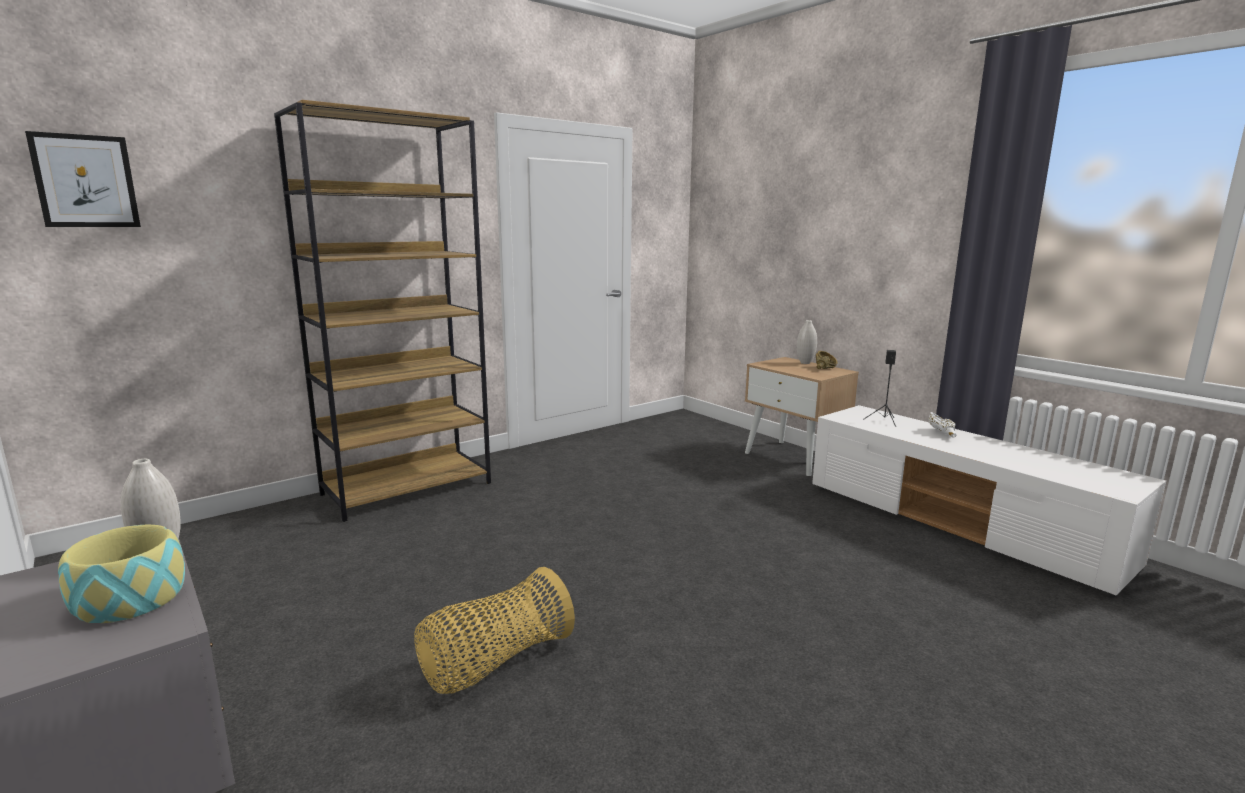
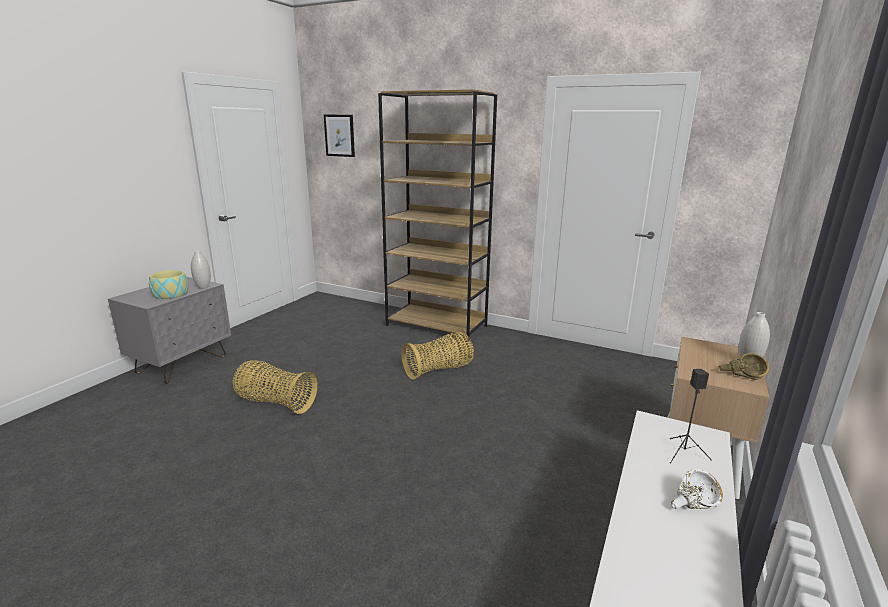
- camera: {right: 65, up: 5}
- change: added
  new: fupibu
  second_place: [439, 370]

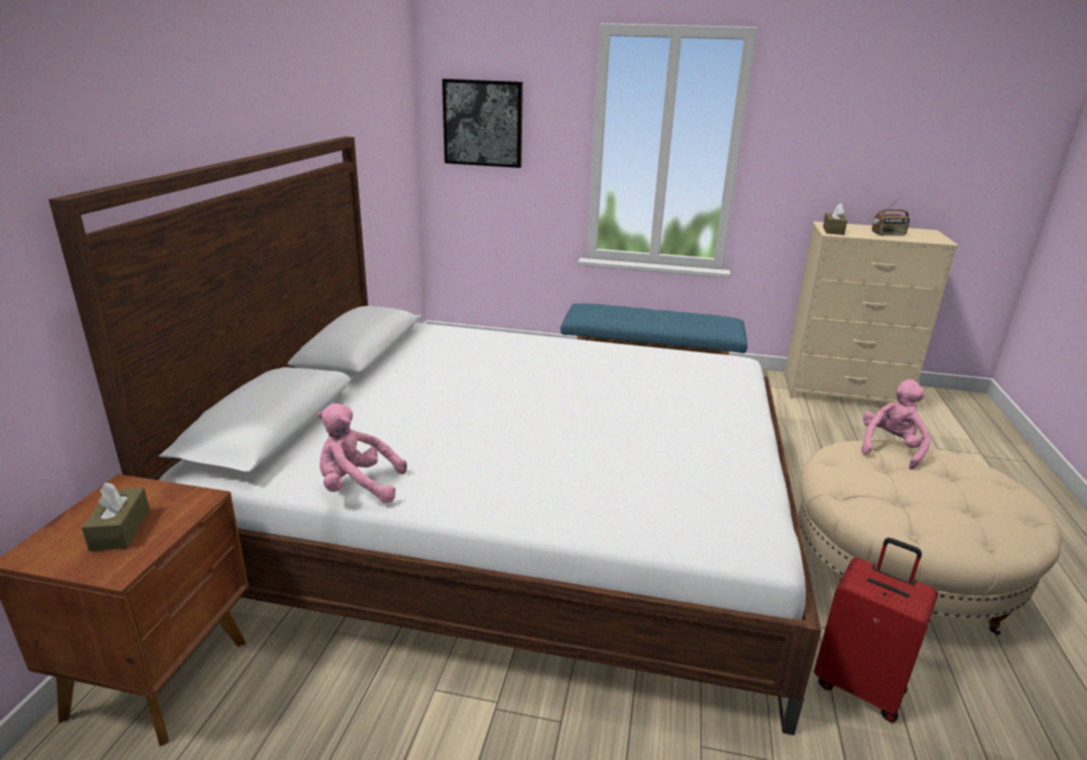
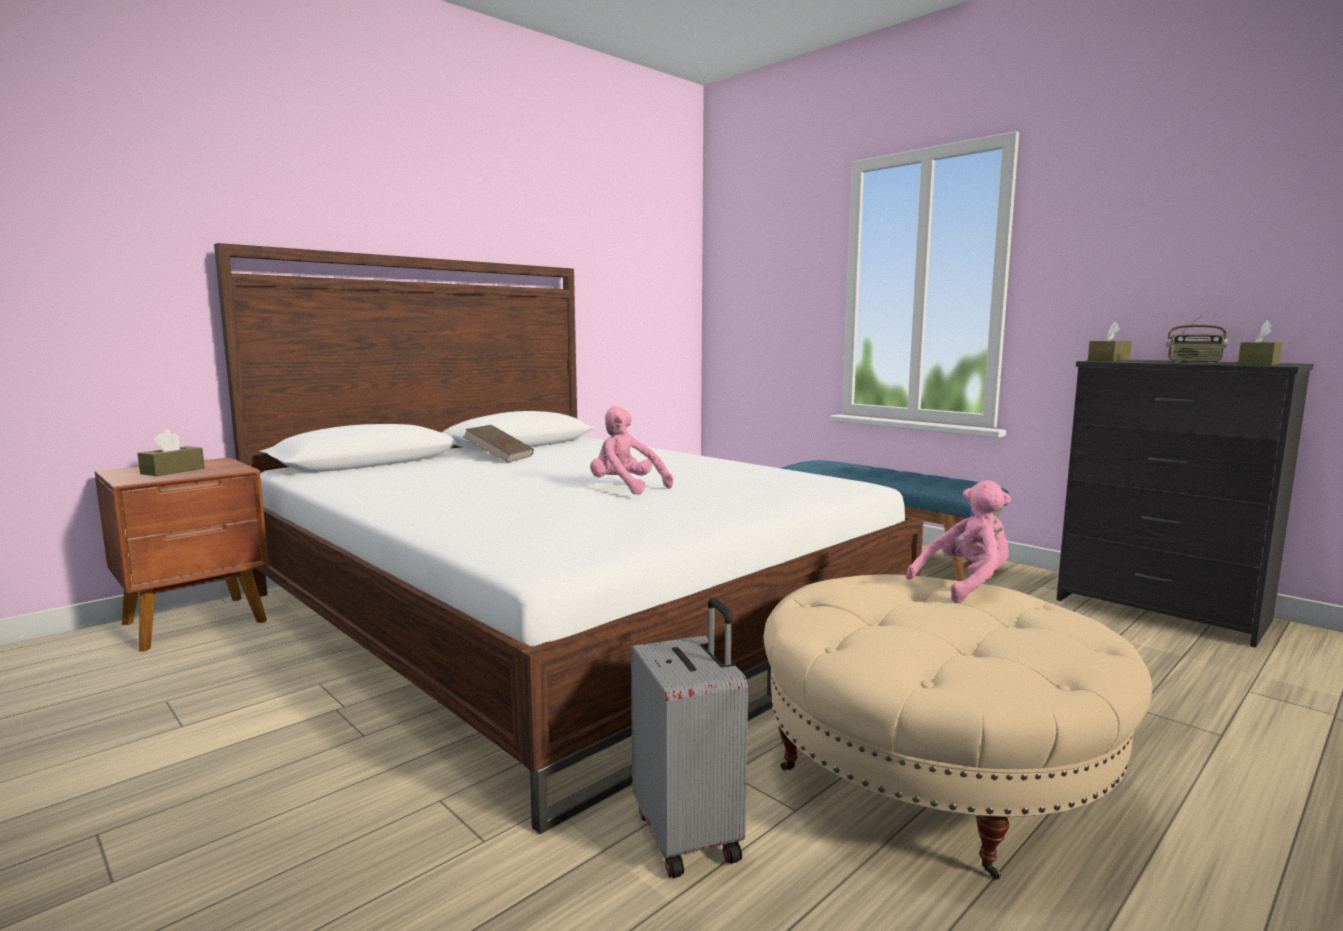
- camera: {right: 35, up: -15}
- change: removed
  old: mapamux
  first_place: [483, 123]
- change: recoloured
  old: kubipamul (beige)
  new: kubipamul (black)
  first_place: [845, 392]
  second_place: [1162, 611]
- change: moved
  old: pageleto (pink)
  first_place: [357, 487]
  second_place: [626, 488]
- change: recoloured
  old: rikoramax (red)
  new: rikoramax (grey)
  first_place: [859, 685]
  second_place: [690, 835]
- change: added
  new: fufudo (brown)
  second_place: [1258, 364]
- change: added
  new: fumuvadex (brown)
  second_place: [500, 458]

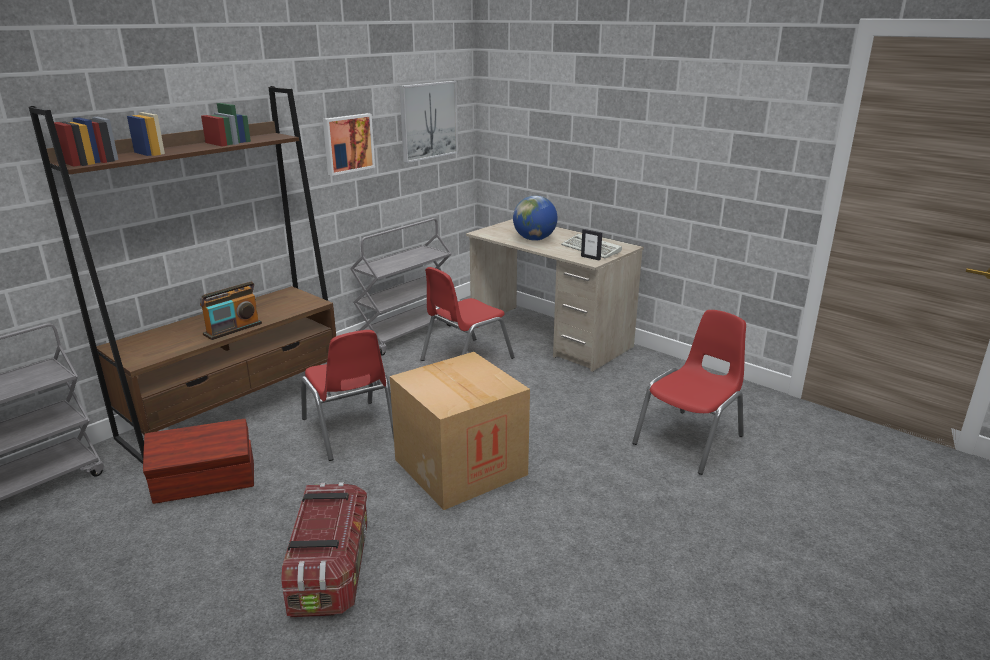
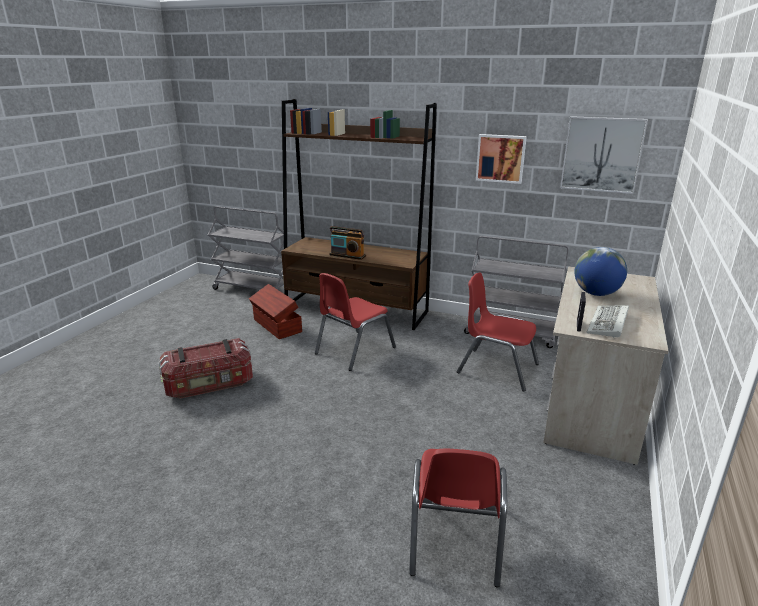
- camera: {right: 70, up: 0}
- change: turned
  old: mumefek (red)
  first_place: [690, 440]
  second_place: [454, 537]
  degrees: 75
- change: removed
  old: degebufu
  first_place: [460, 467]

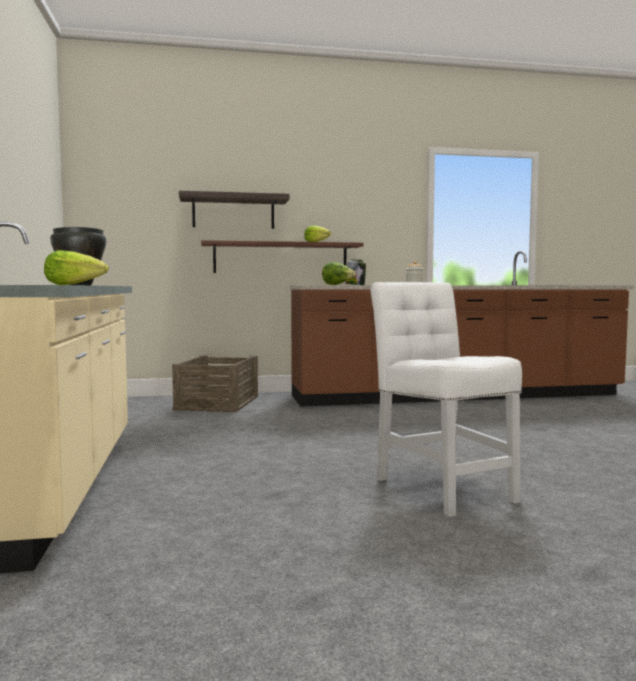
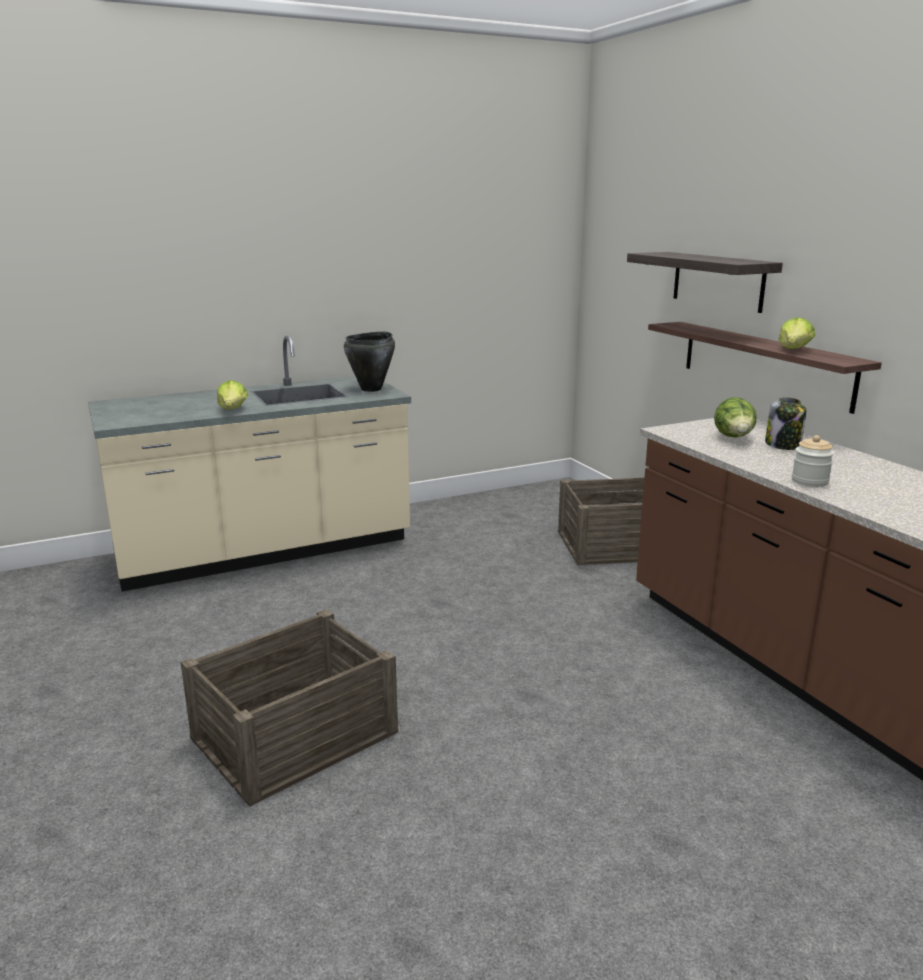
- camera: {right: 75, up: 15}
- change: replaced
  old: mumefek (white)
  new: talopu
  first_place: [440, 487]
  second_place: [296, 735]

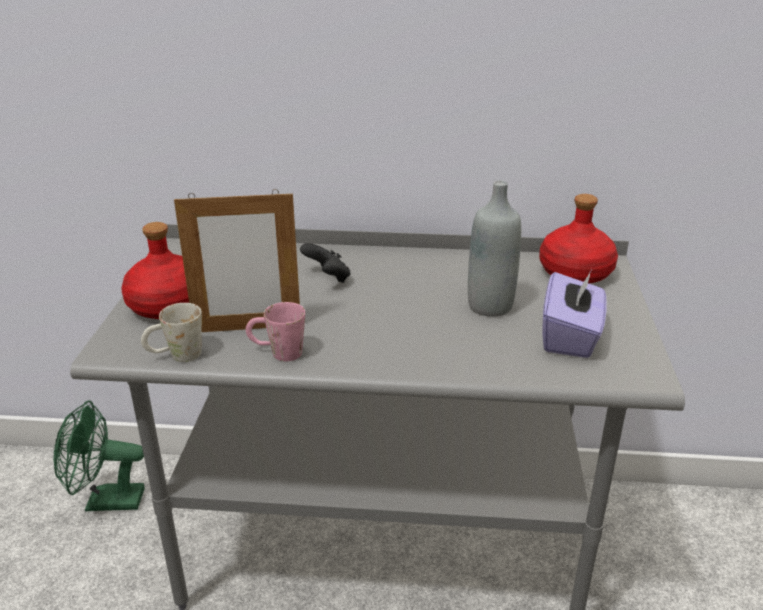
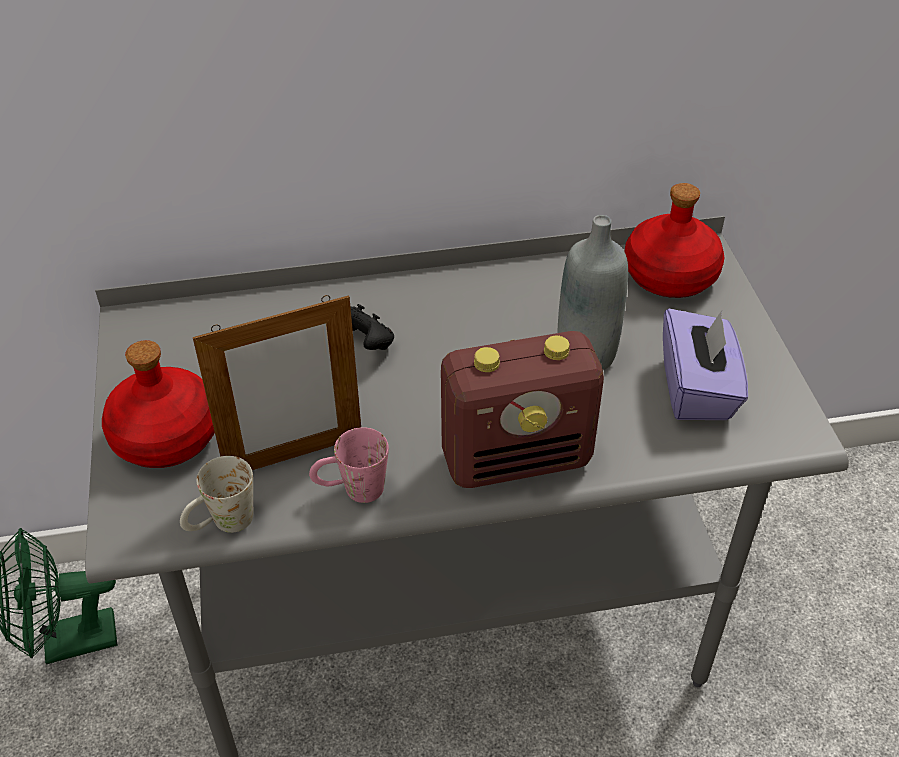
- camera: {right: -15, up: 15}
- change: added
  new: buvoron
  second_place: [517, 458]

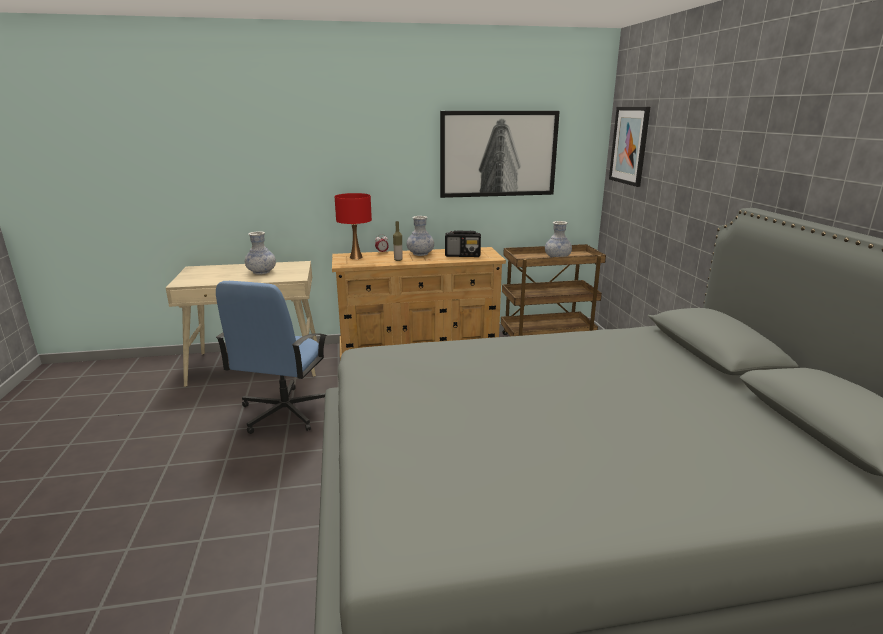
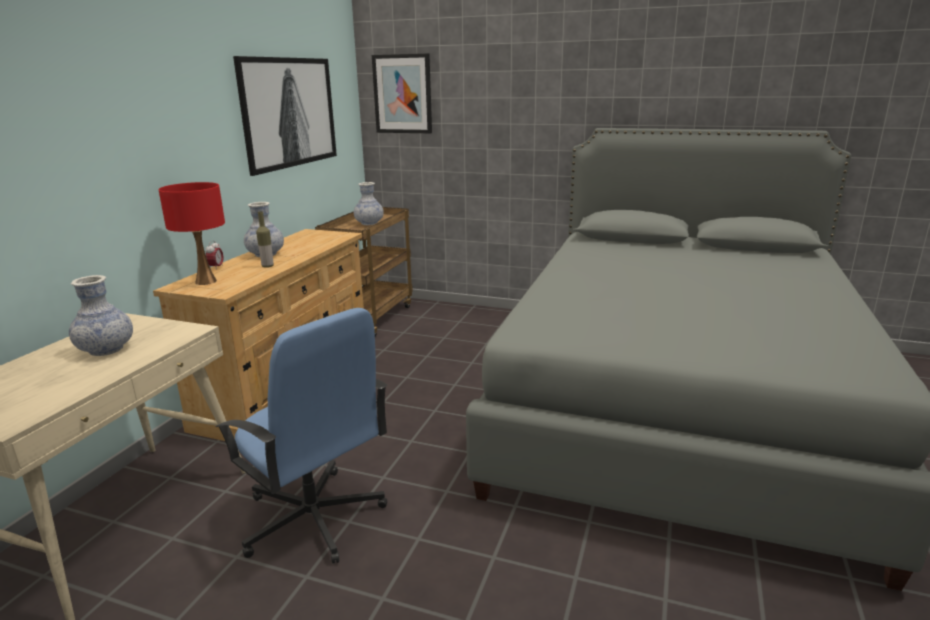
- camera: {right: -60, up: 0}
- change: removed
  old: buvoron
  first_place: [463, 255]

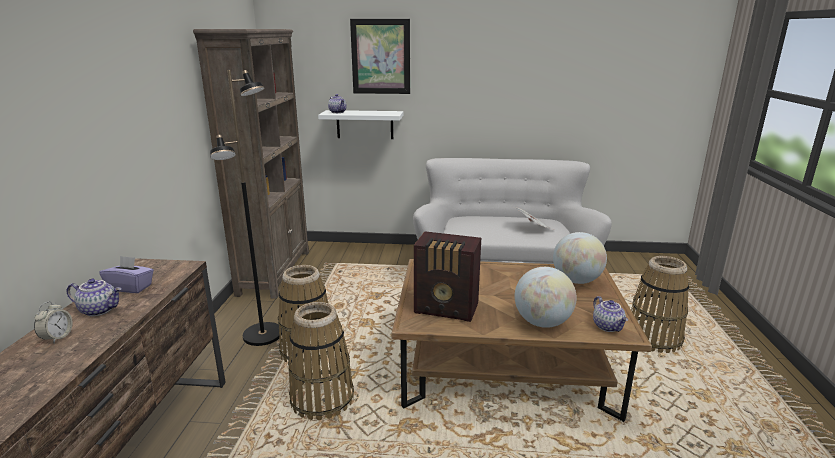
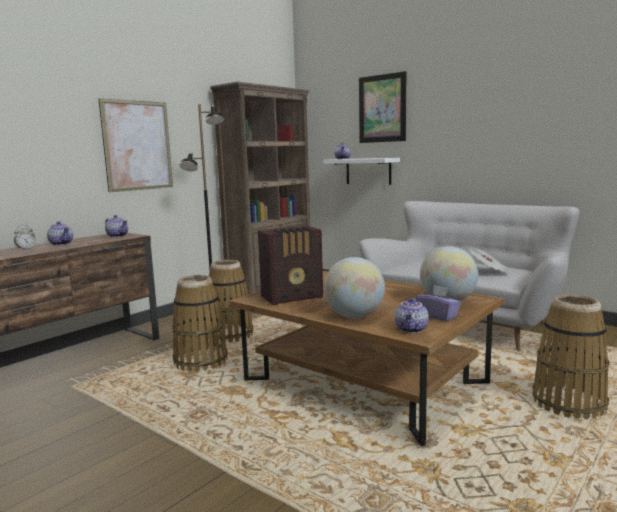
- camera: {right: 35, up: -10}
- change: turned
  old: buvoron
  first_place: [447, 309]
  second_place: [293, 297]
  degrees: -75
- change: moved
  old: fufudo (purple)
  first_place: [131, 287]
  second_place: [438, 316]
- change: added
  new: mapamux
  second_place: [137, 145]
- change: added
  new: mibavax
  second_place: [118, 236]

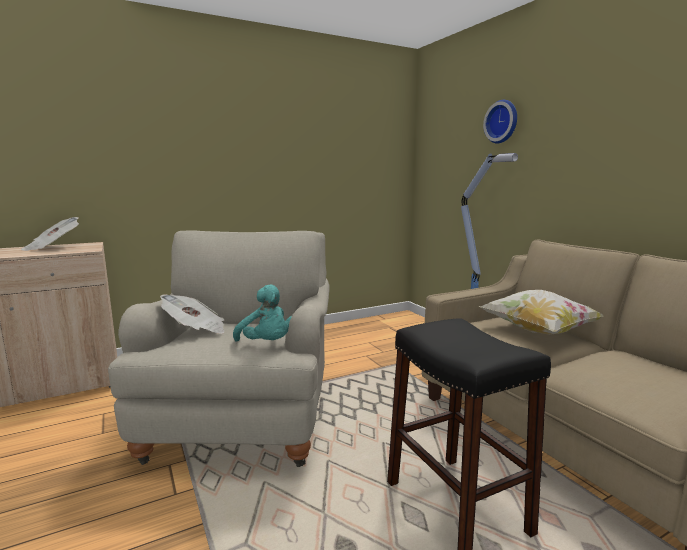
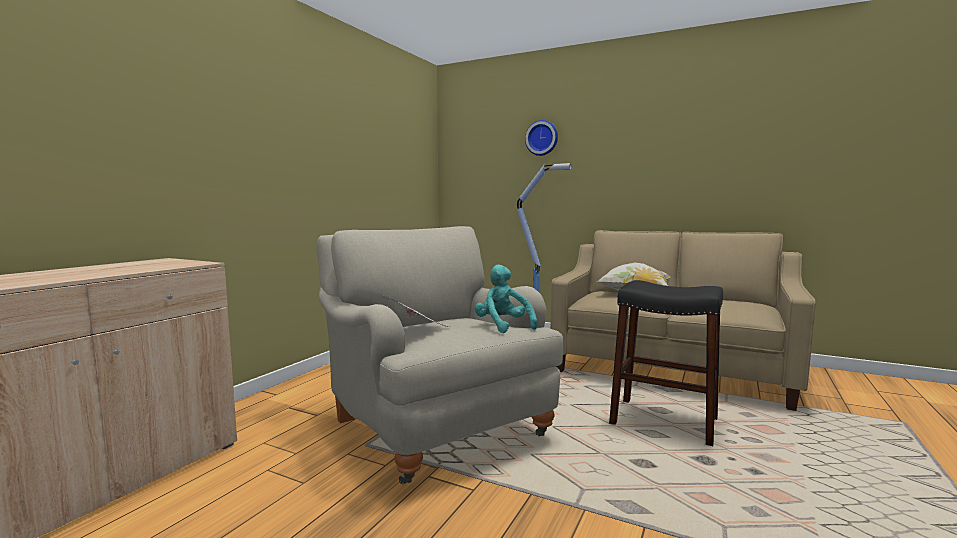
- camera: {right: -35, up: -5}
- change: removed
  old: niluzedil
  first_place: [53, 247]
- change: turned
  old: pageleto (turquoise)
  first_place: [267, 344]
  second_place: [503, 326]
  degrees: -135

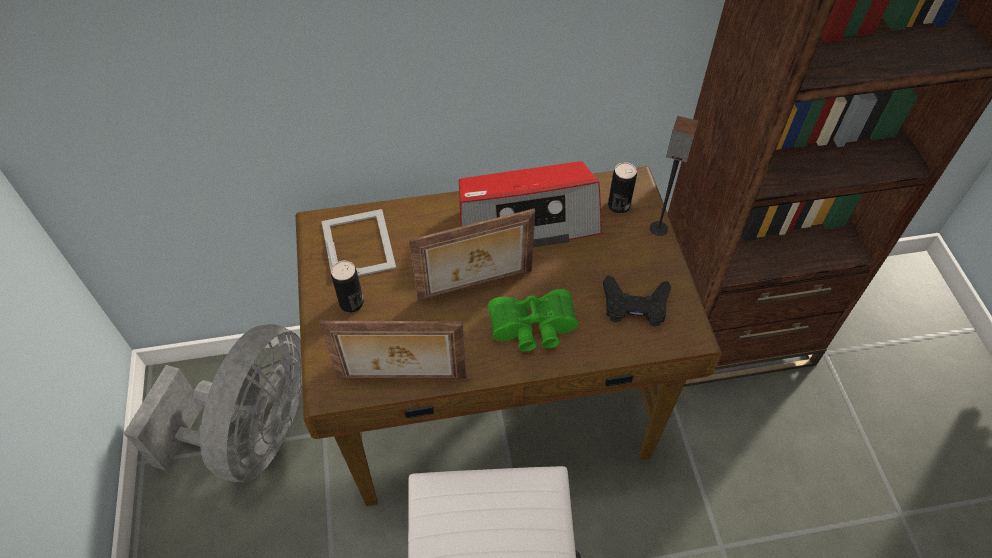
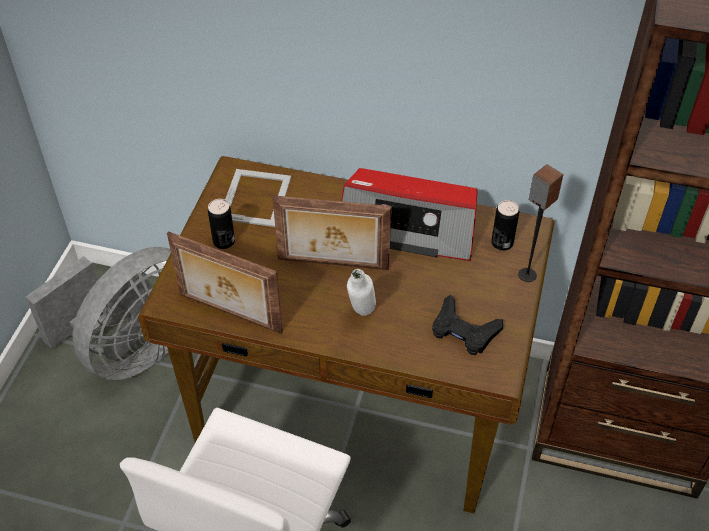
- camera: {right: 25, up: -5}
- change: replaced
  old: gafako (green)
  new: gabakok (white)
  first_place: [533, 329]
  second_place: [361, 317]

